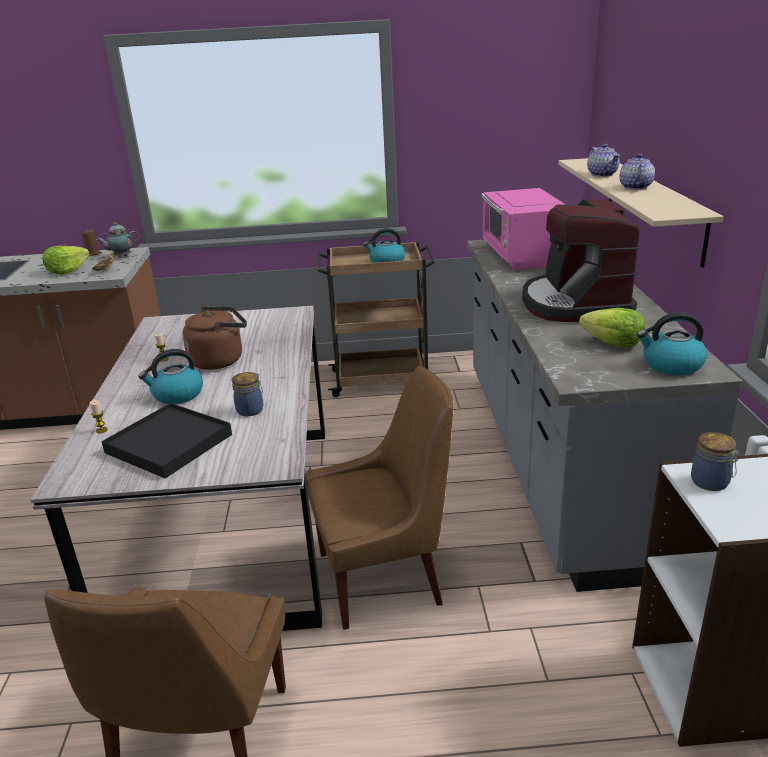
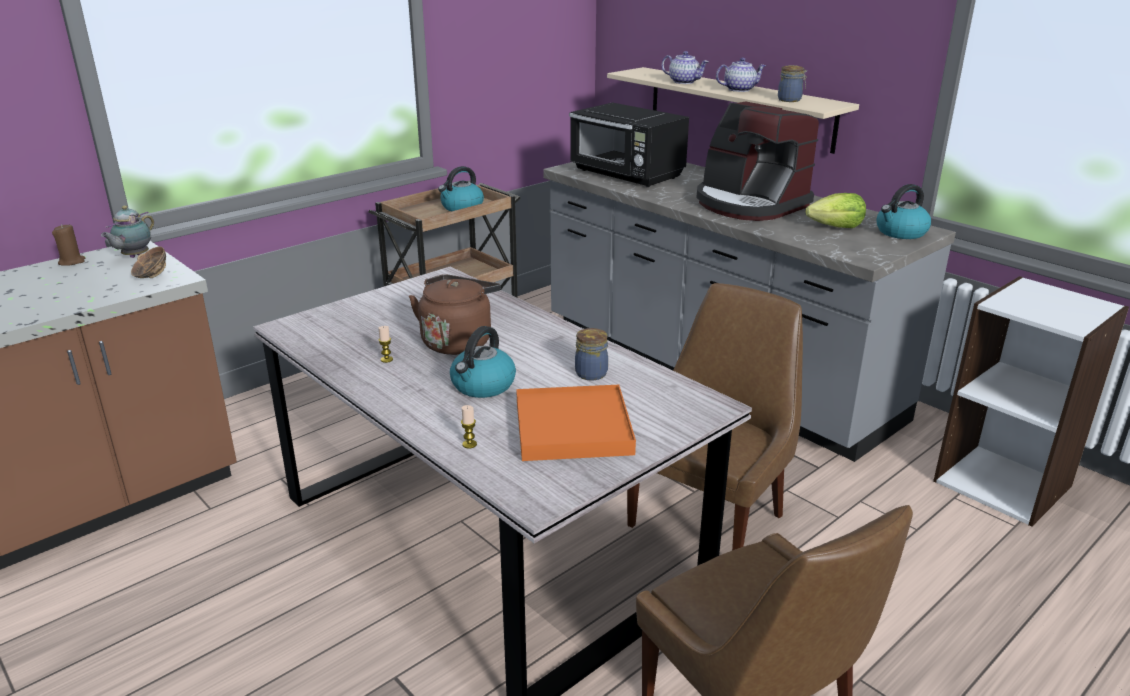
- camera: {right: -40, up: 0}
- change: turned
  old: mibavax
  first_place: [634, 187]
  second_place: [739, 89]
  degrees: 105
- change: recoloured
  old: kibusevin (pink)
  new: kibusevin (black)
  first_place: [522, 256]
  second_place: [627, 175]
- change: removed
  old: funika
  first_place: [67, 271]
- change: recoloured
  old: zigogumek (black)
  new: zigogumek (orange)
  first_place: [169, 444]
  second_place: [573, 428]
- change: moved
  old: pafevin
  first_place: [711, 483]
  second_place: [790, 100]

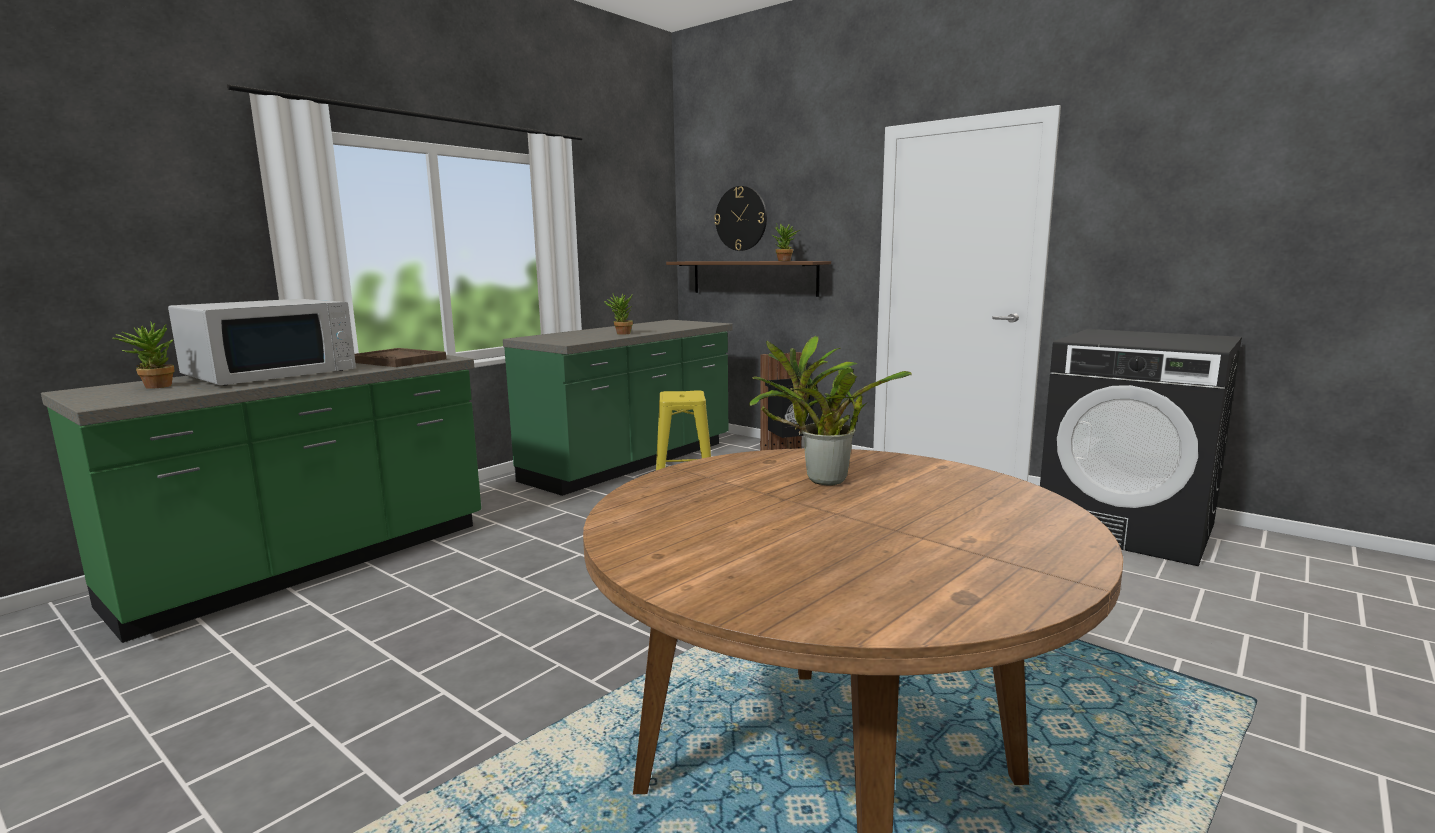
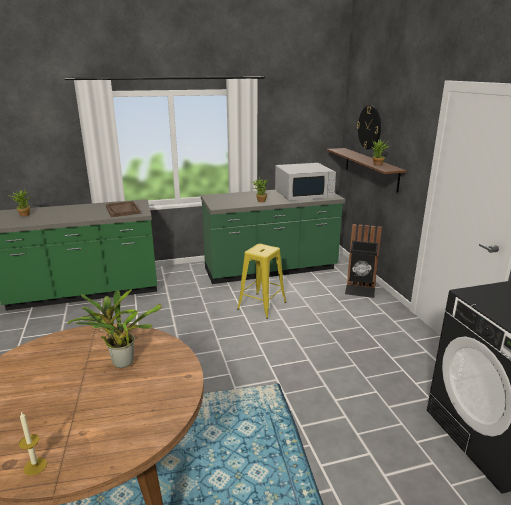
- camera: {right: 35, up: 10}
- change: moved
  old: kibusevin (white)
  first_place: [271, 373]
  second_place: [304, 194]
- change: added
  new: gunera
  second_place: [35, 466]

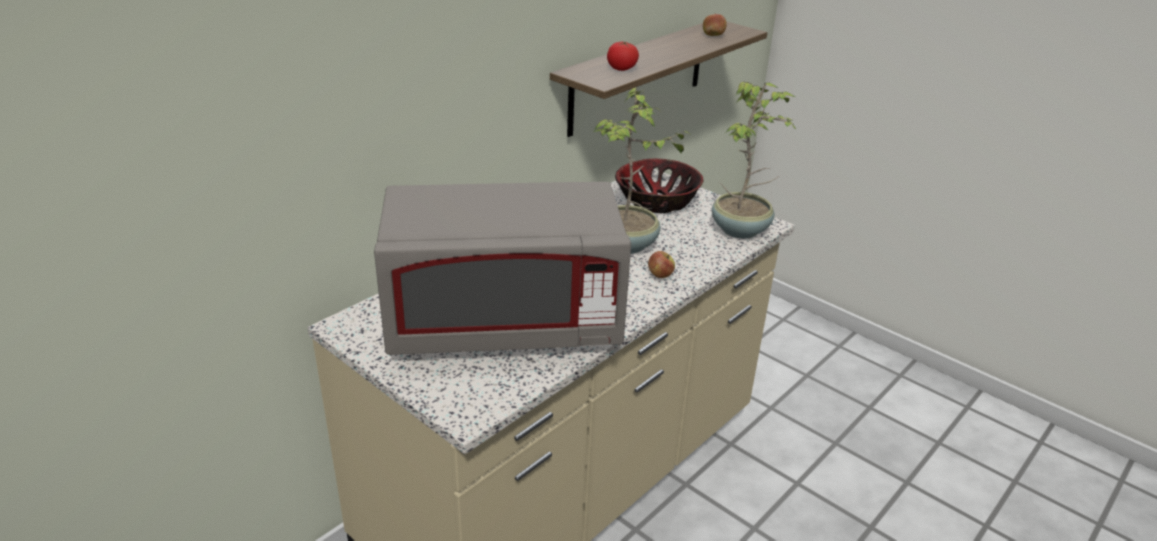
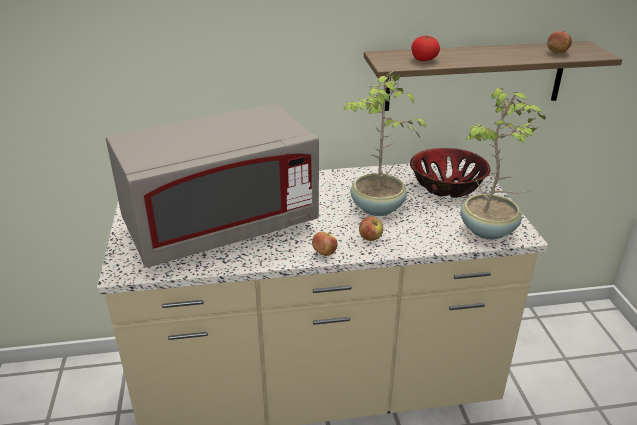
- camera: {right: 40, up: 0}
- change: turned
  old: kibusevin (grey)
  first_place: [504, 324]
  second_place: [221, 227]
  degrees: -60
- change: added
  new: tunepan
  second_place: [324, 253]

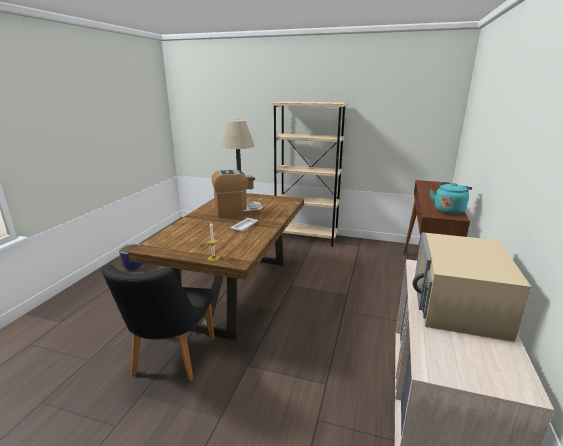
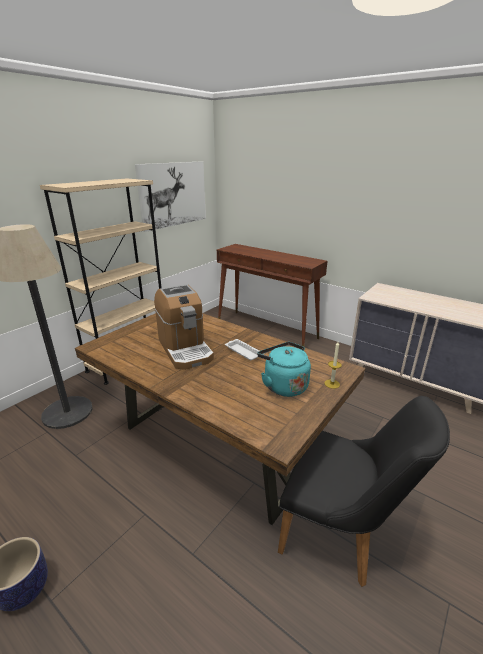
- camera: {right: -70, up: 5}
- change: turned
  old: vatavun
  first_place: [238, 211]
  second_place: [185, 349]
  degrees: 150
- change: moved
  old: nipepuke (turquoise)
  first_place: [449, 210]
  second_place: [283, 385]
- change: removed
  old: kibusevin (beige)
  first_place: [458, 304]
- change: added
  new: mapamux
  second_place: [173, 194]

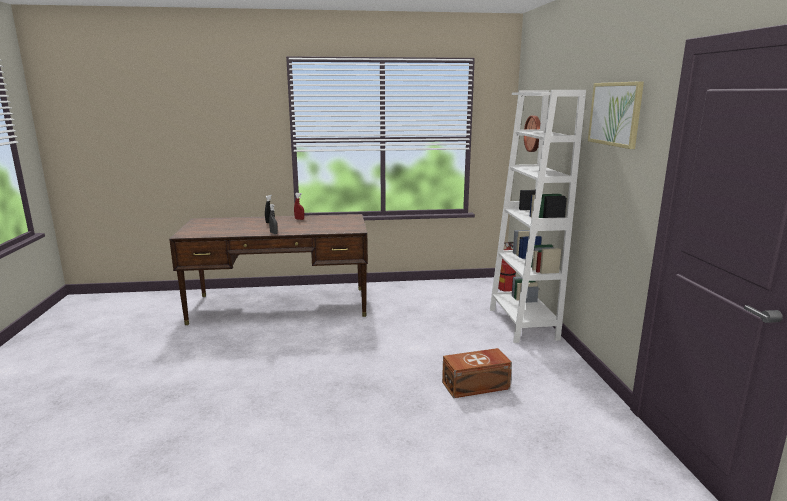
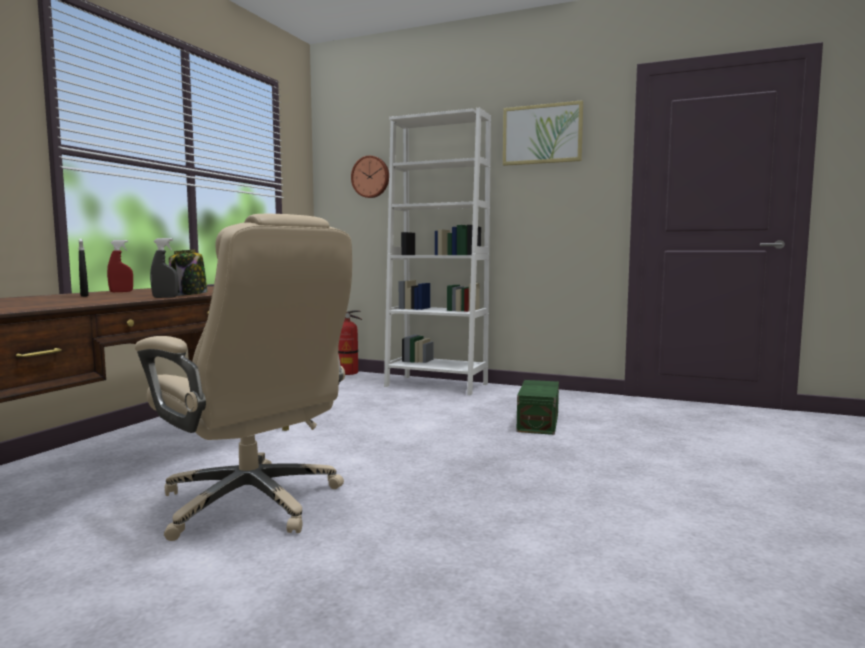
- camera: {right: -60, up: -10}
- change: recoloured
  old: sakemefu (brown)
  new: sakemefu (green)
  first_place: [476, 386]
  second_place: [539, 422]
- change: added
  new: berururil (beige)
  second_place: [253, 503]
- change: added
  new: pafevin
  second_place: [189, 295]

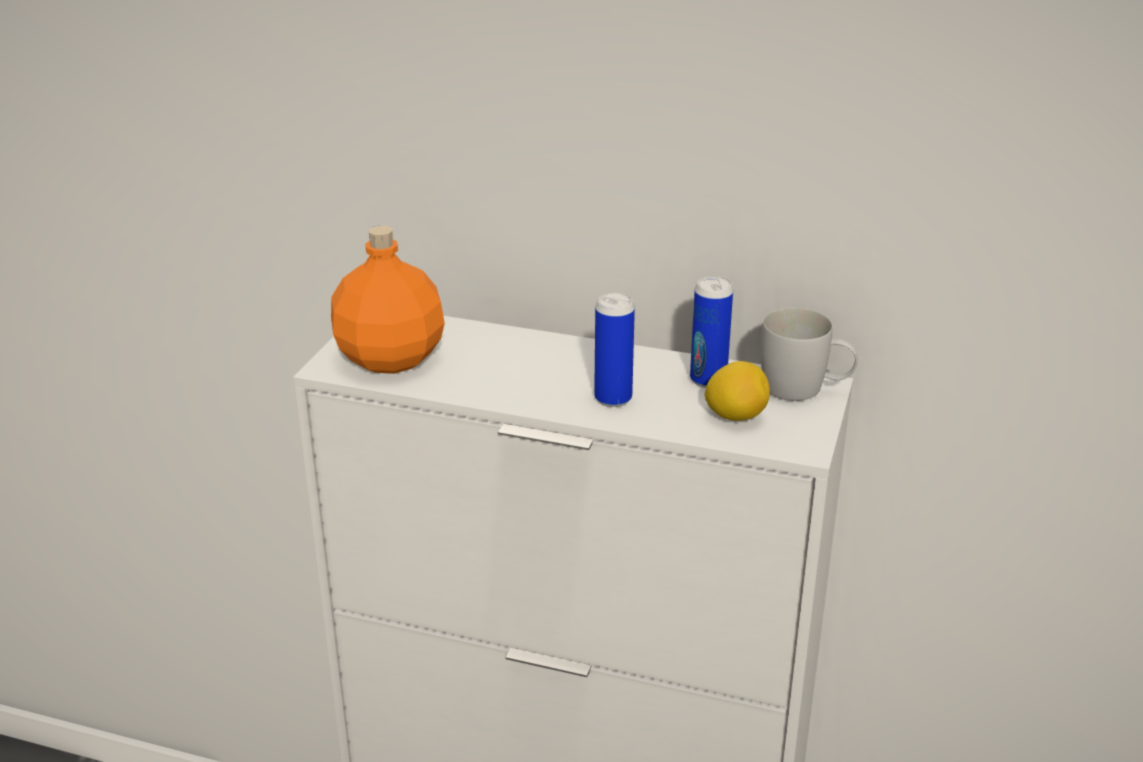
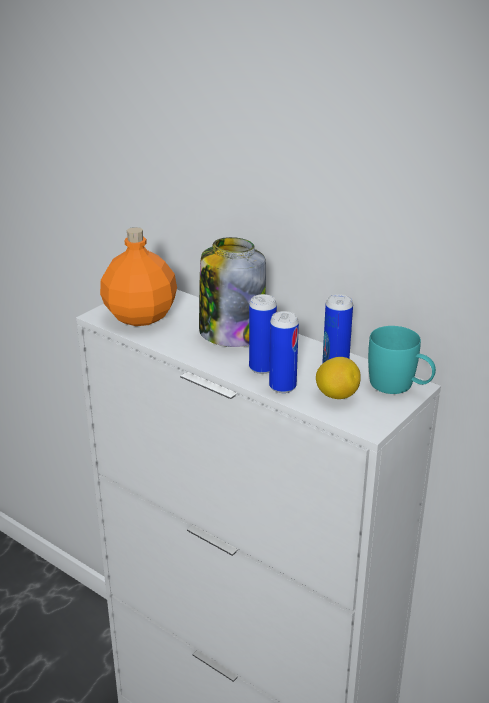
- camera: {right: 20, up: 0}
- change: recoloured
  old: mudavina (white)
  new: mudavina (turquoise)
  first_place: [805, 389]
  second_place: [399, 386]
- change: added
  new: pafevin
  second_place: [230, 333]
- change: added
  new: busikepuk
  second_place: [282, 387]

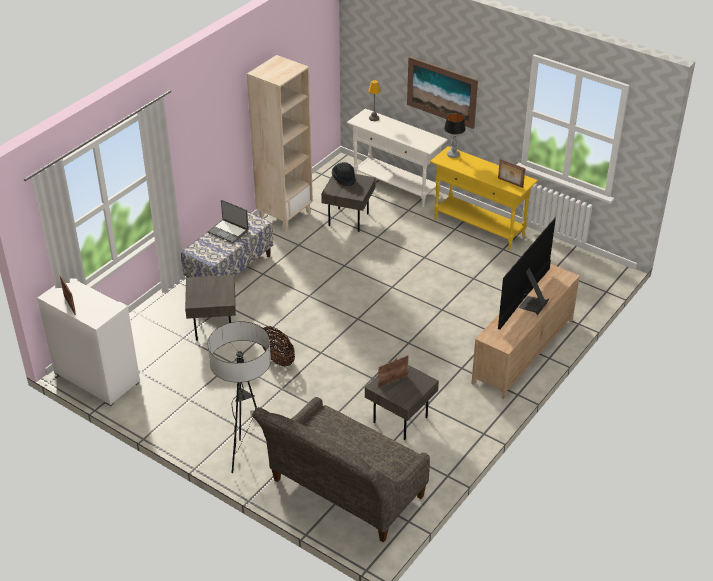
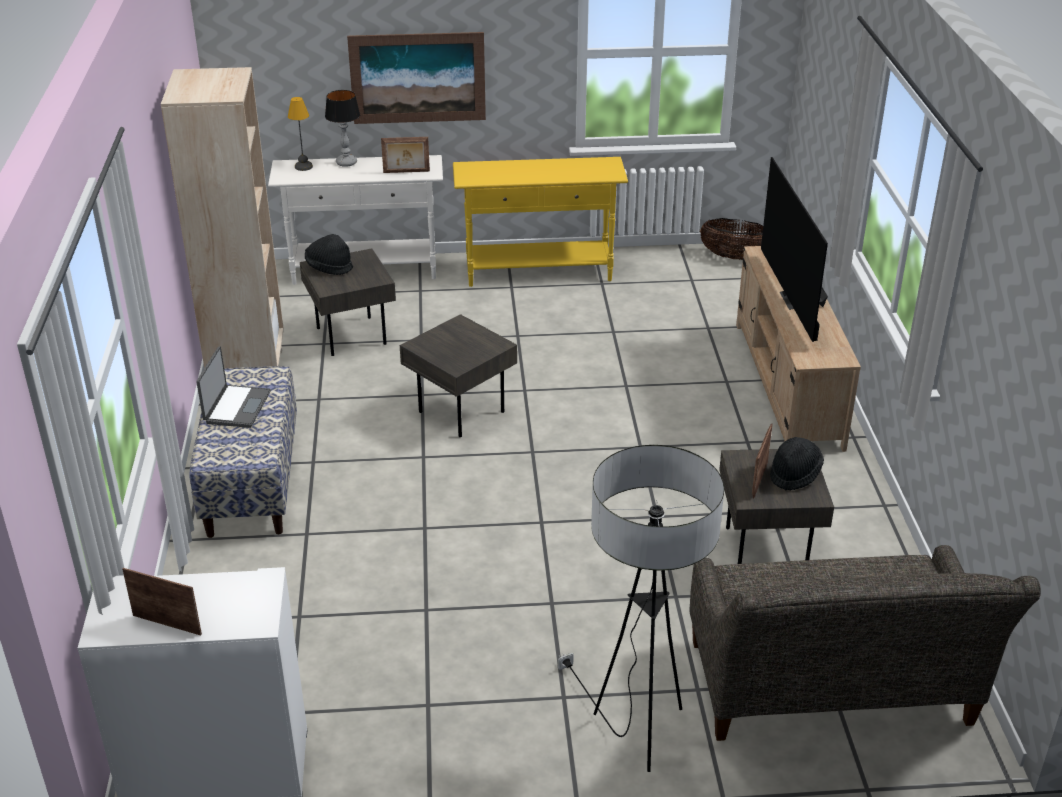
- camera: {right: -40, up: -5}
- change: moved
  old: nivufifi
  first_place: [453, 155]
  second_place: [346, 163]
- change: moved
  old: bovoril
  first_place: [510, 183]
  second_place: [406, 172]
- change: turned
  old: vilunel
  first_place: [228, 231]
  second_place: [236, 407]
  degrees: -75
- change: moved
  old: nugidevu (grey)
  first_place: [213, 326]
  second_place: [458, 411]
- change: moved
  old: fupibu
  first_place: [277, 358]
  second_place: [734, 257]
- change: added
  new: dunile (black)
  second_place: [794, 474]

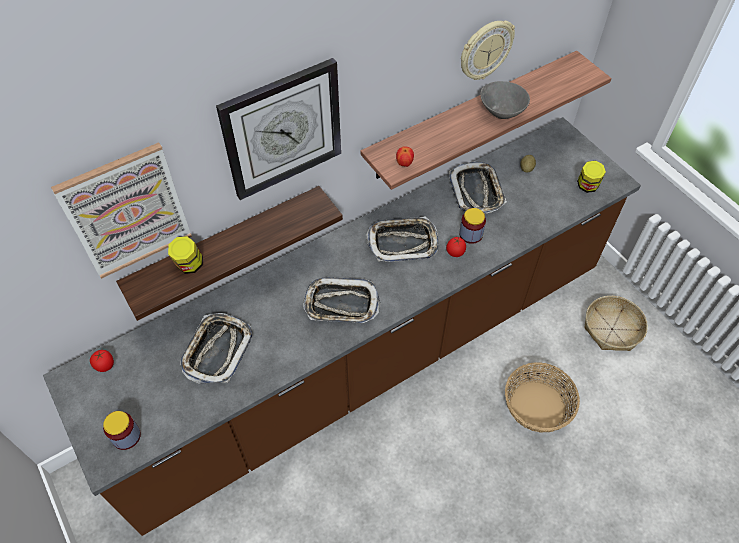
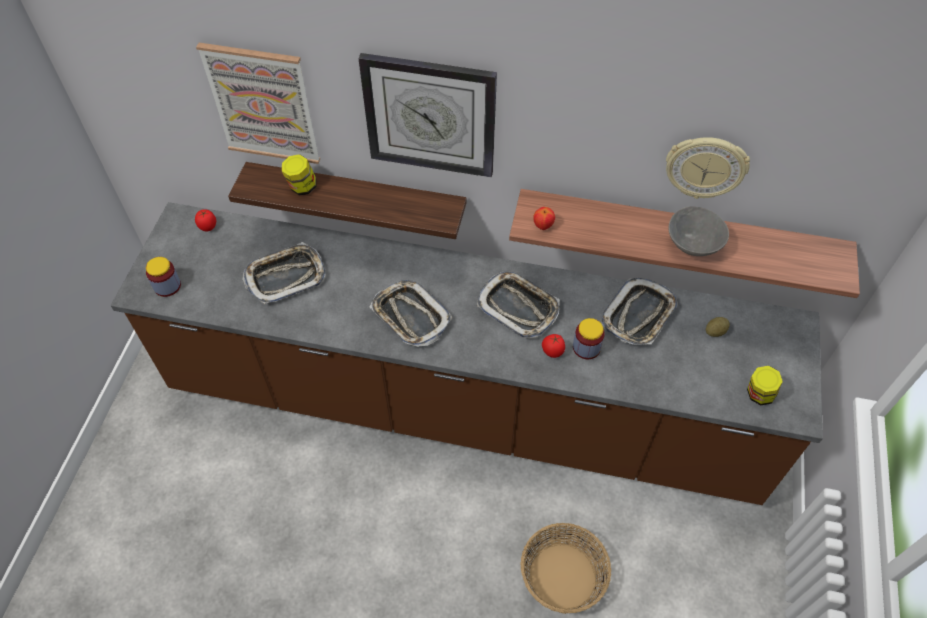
- camera: {right: 45, up: 0}
- change: removed
  old: fupibu
  first_place: [612, 329]

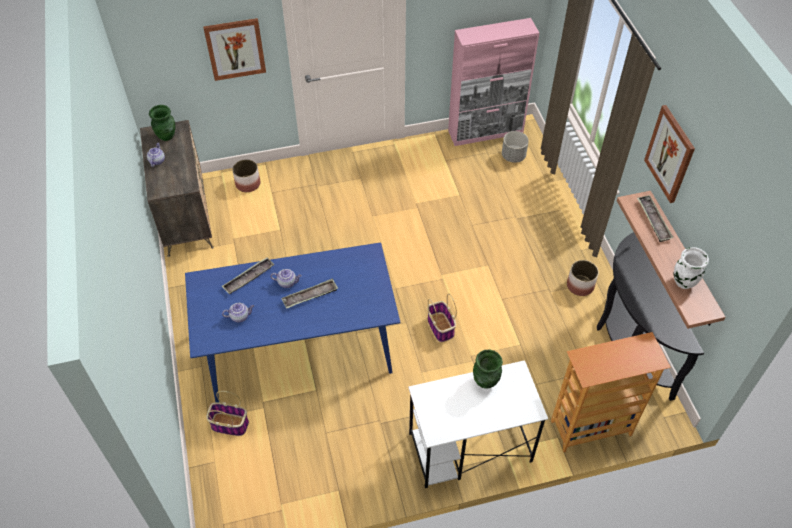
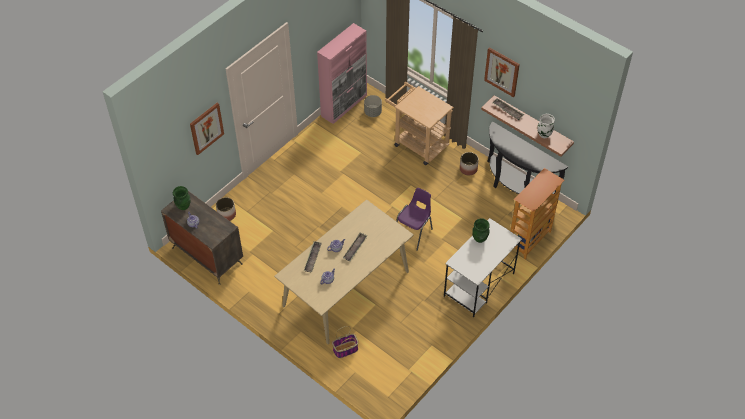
- camera: {right: -35, up: 0}
- change: recoloured
  old: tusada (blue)
  new: tusada (beige)
  first_place: [299, 347]
  second_place: [346, 288]
- change: replaced
  old: fupibu
  new: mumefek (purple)
  first_place: [441, 327]
  second_place: [414, 233]
- change: added
  new: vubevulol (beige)
  second_place: [417, 143]

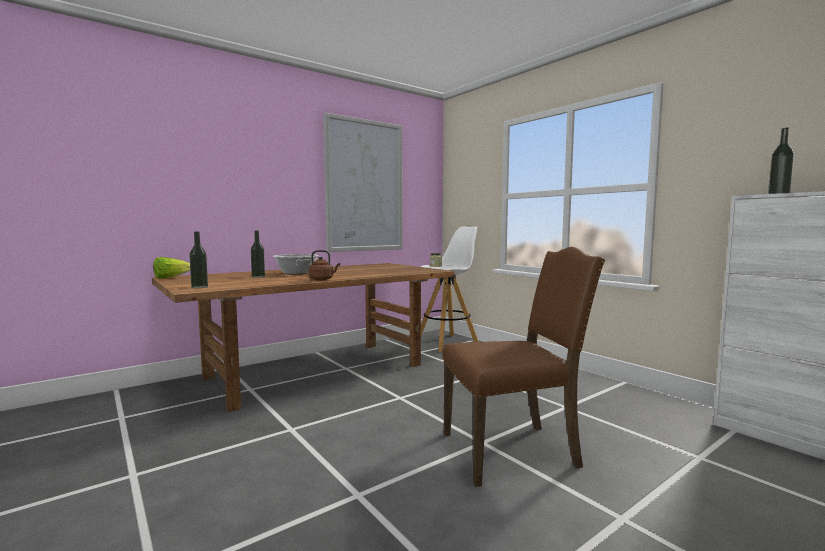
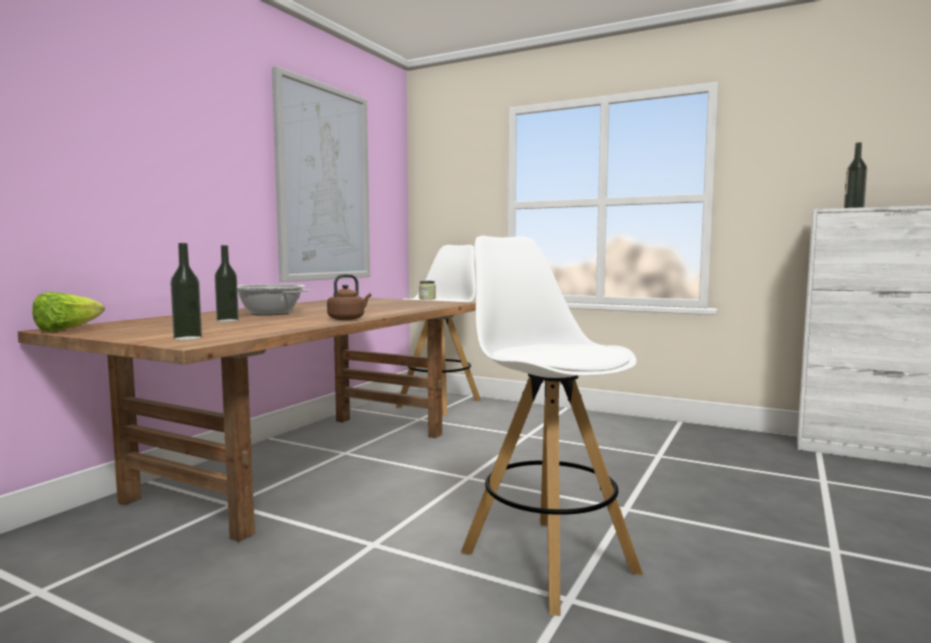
- camera: {right: -25, up: 0}
- change: removed
  old: mumefek (brown)
  first_place: [513, 451]
- change: added
  new: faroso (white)
  second_place: [546, 560]

